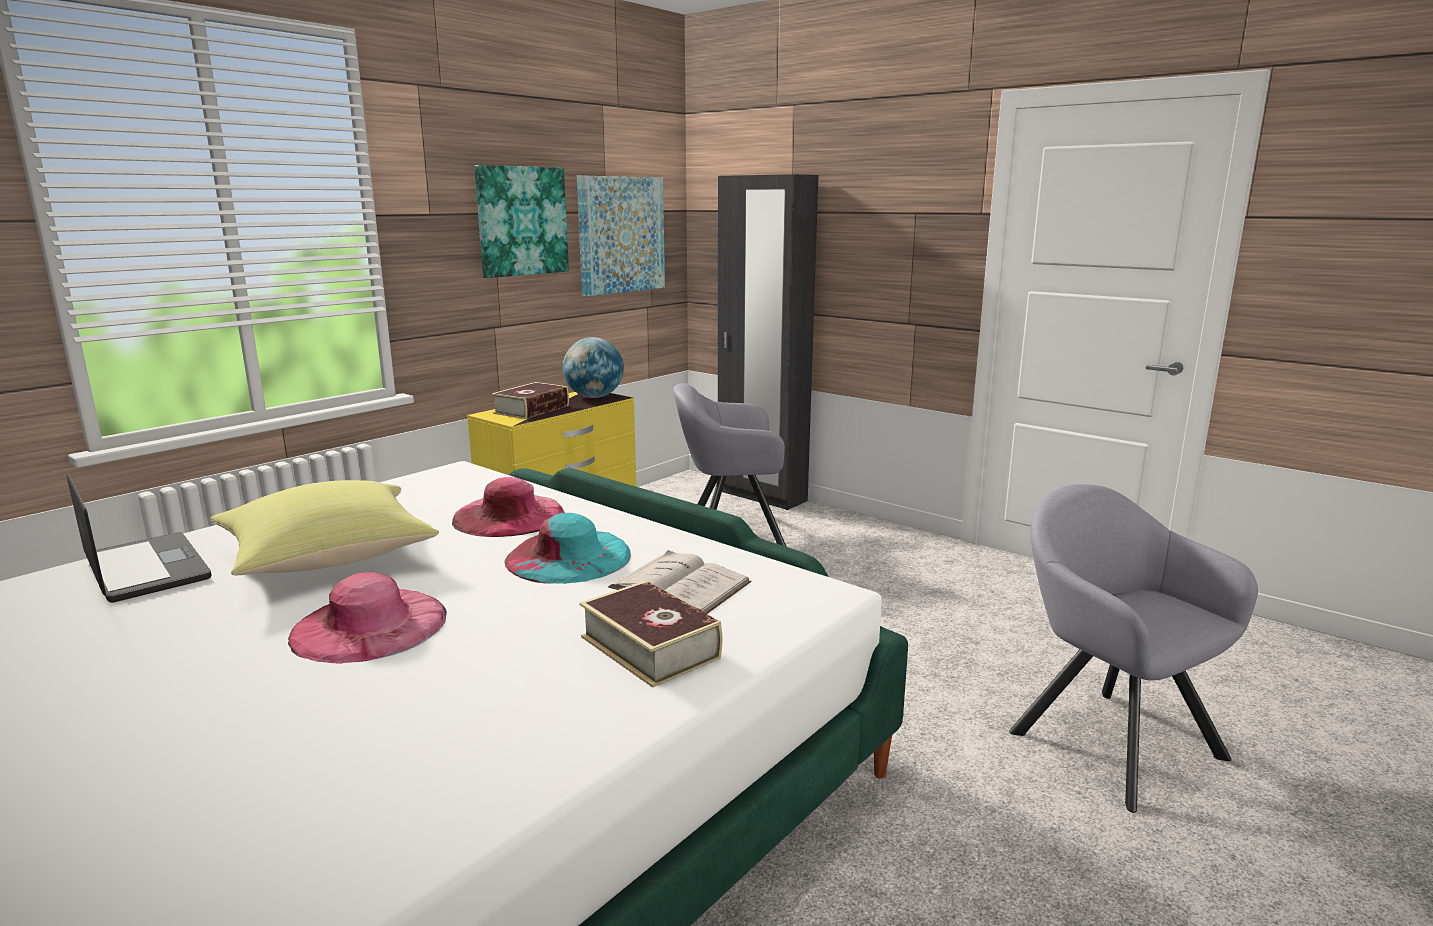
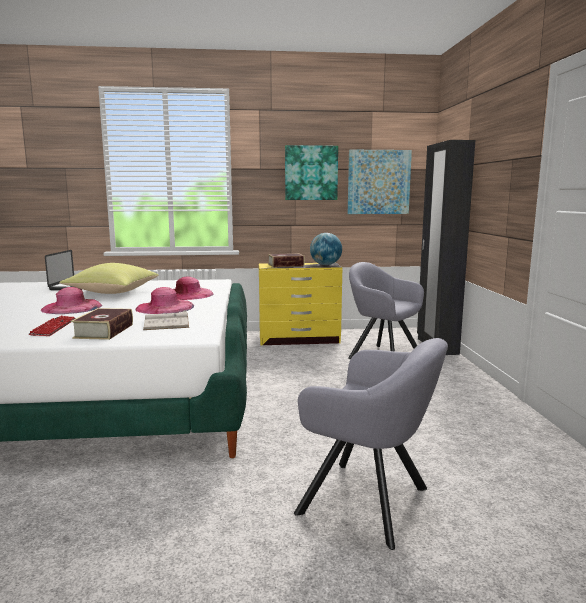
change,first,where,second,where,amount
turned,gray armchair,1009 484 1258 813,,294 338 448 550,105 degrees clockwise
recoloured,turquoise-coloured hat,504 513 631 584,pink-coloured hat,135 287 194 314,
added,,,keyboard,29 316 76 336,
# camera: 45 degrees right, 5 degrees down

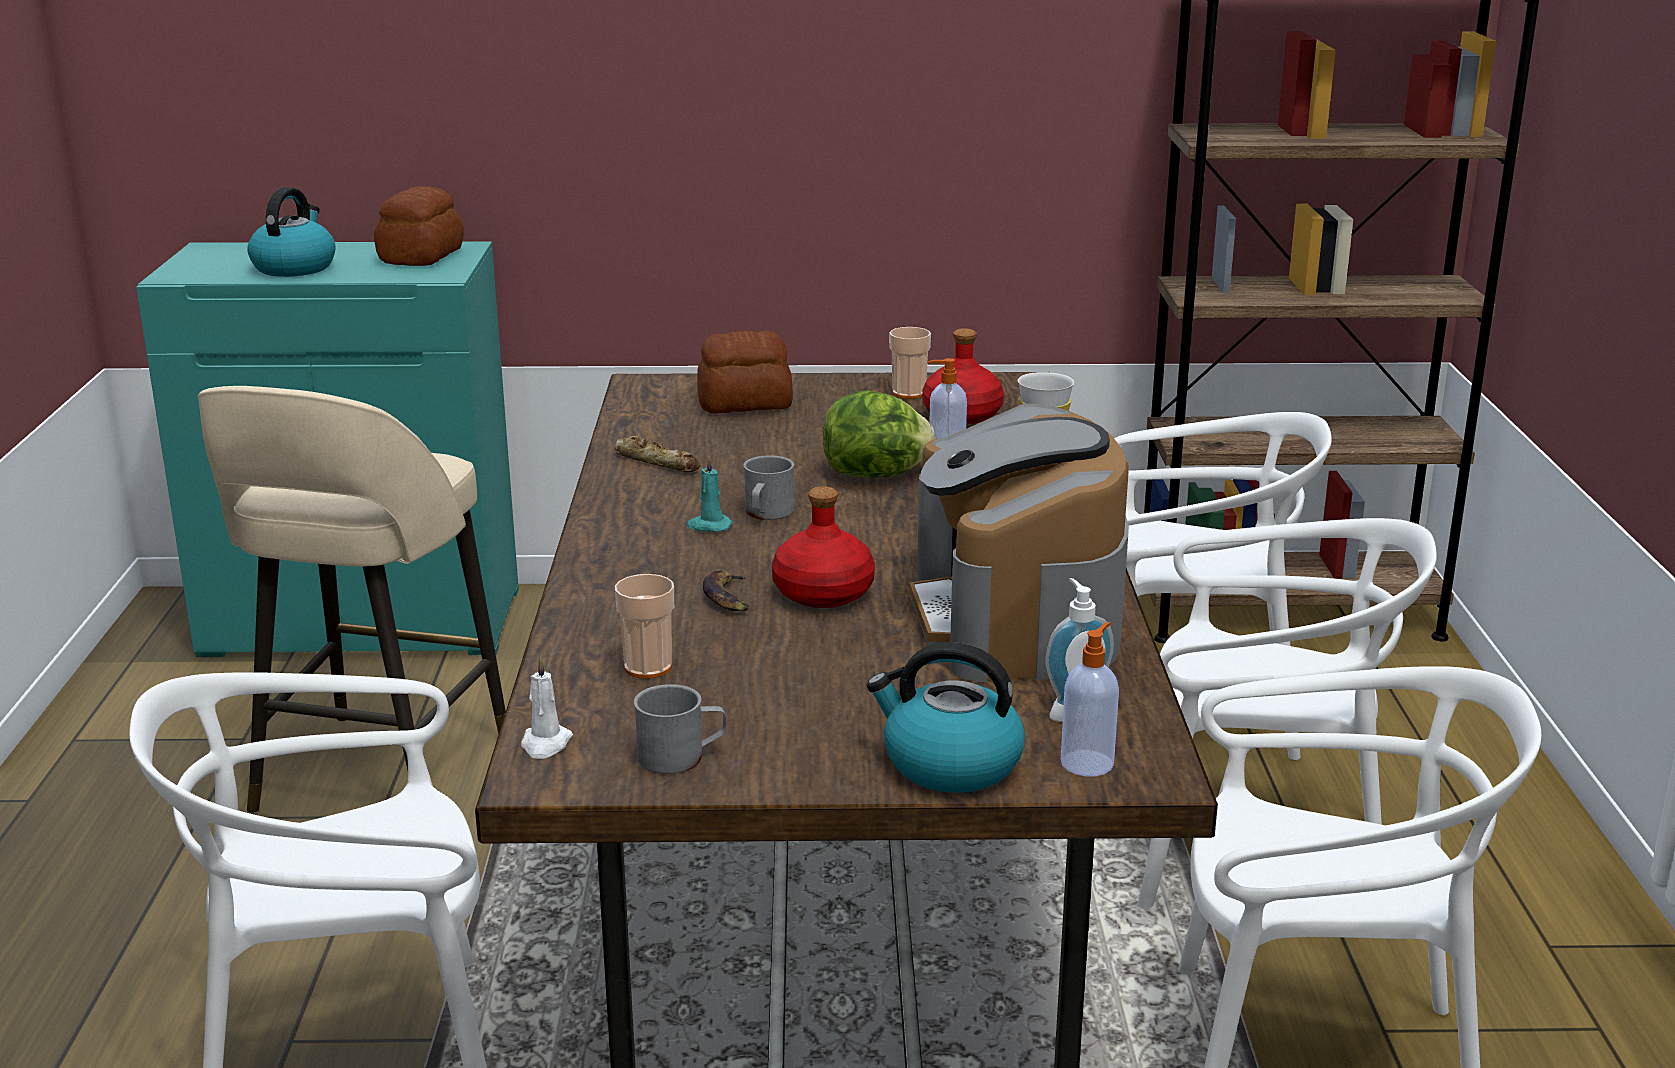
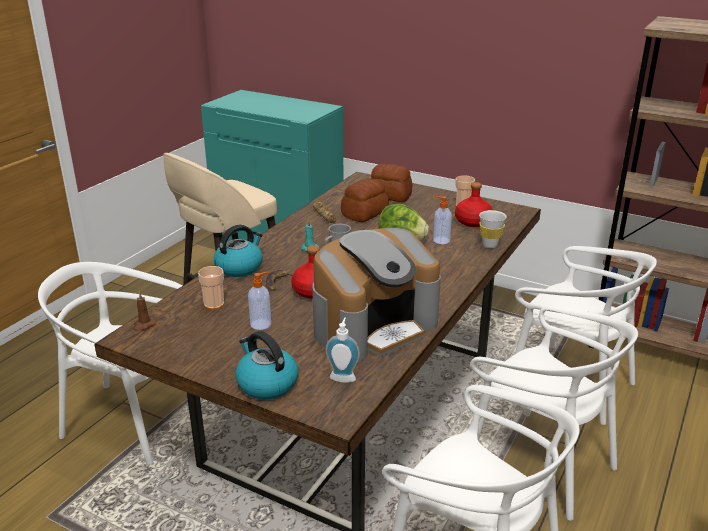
change,first,where,second,where,amount
moved,baked bread,374 186 464 266,,341 179 389 222,
moved,kettle,247 187 336 277,,214 225 263 277,
turned,coffee brewer,909 404 1129 682,,312 228 441 362,150 degrees counterclockwise
moved,liquid soap bottle,1061 622 1119 776,,248 272 271 330,
recoloured,white wax candle,521 657 573 759,brown wax candle,133 291 156 331,
removed,gray mug,634 684 726 774,,,
# camera: 30 degrees right, 5 degrees up

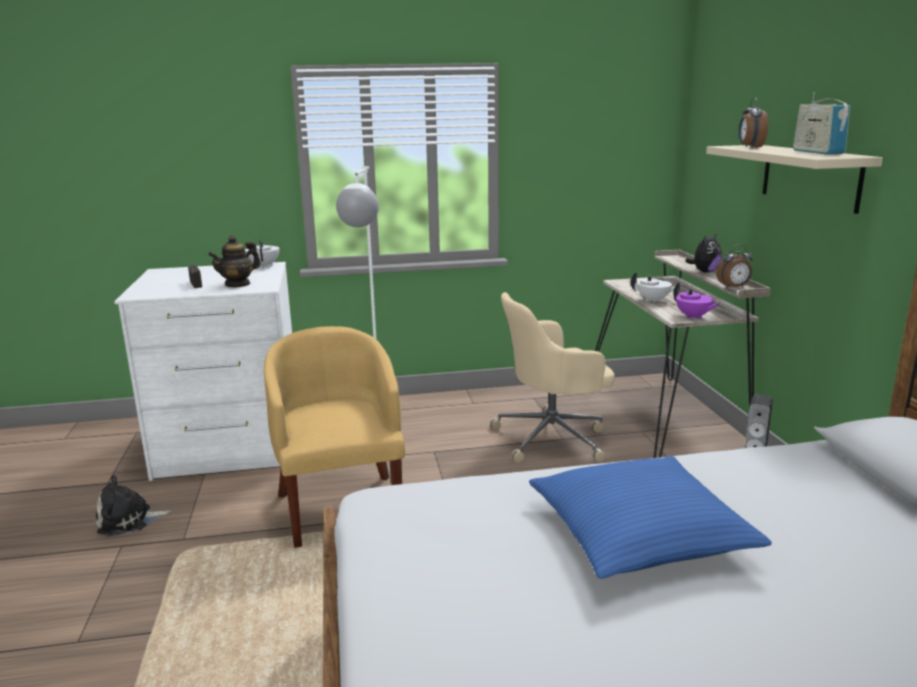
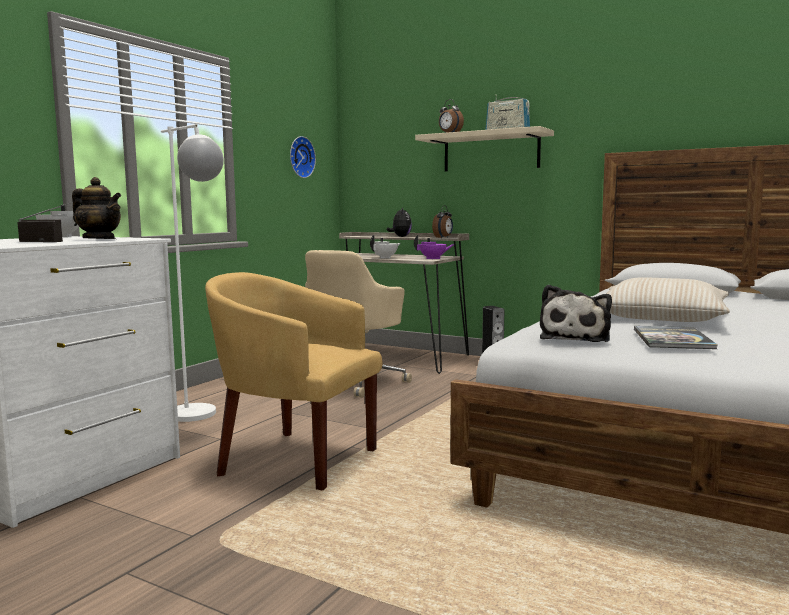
change,first,where,second,where,amount
turned,pot for tea,208 235 261 288,,72 177 121 239,60 degrees counterclockwise
recoloured,blue-coloured pillow,529 456 772 579,sand-coloured pillow,606 277 730 322,
moved,cuddly toy,96 475 171 536,,540 285 612 342,
added,,,clock on the wall,290 136 316 178,
added,,,bound book,634 326 718 349,
# camera: 50 degrees left, 10 degrees down

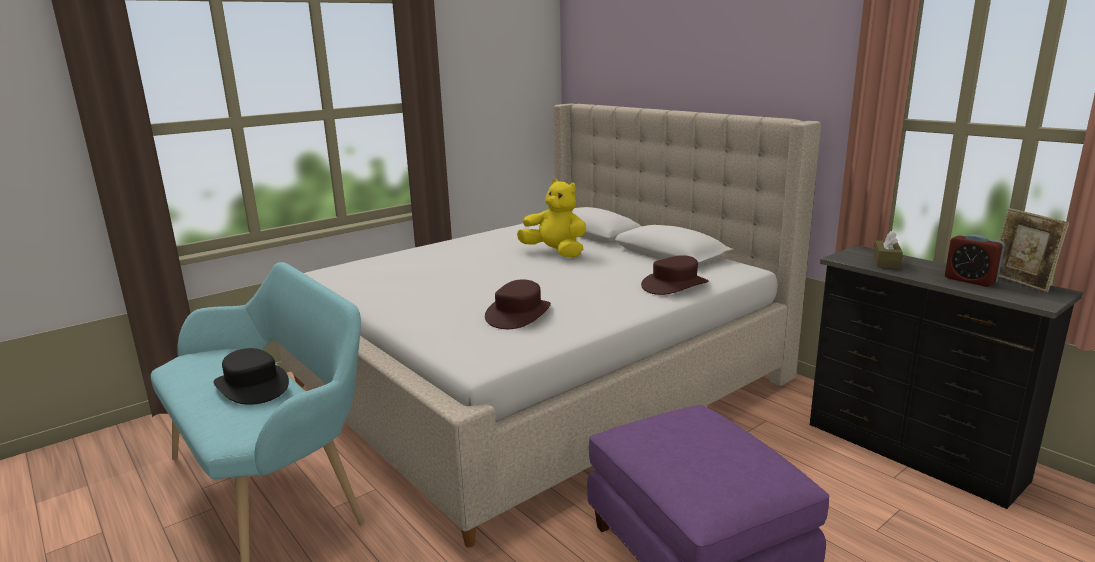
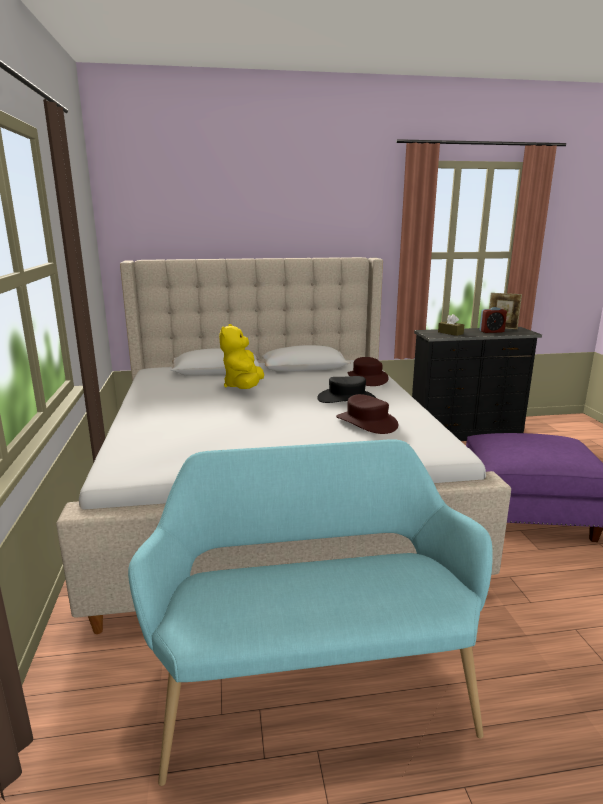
change,first,where,second,where,amount
turned,yellow-coloured cuddly toy,517 179 586 257,,219 324 264 389,60 degrees counterclockwise
moved,black hat,213 348 289 405,,317 376 376 403,
# camera: 60 degrees left, 0 degrees up

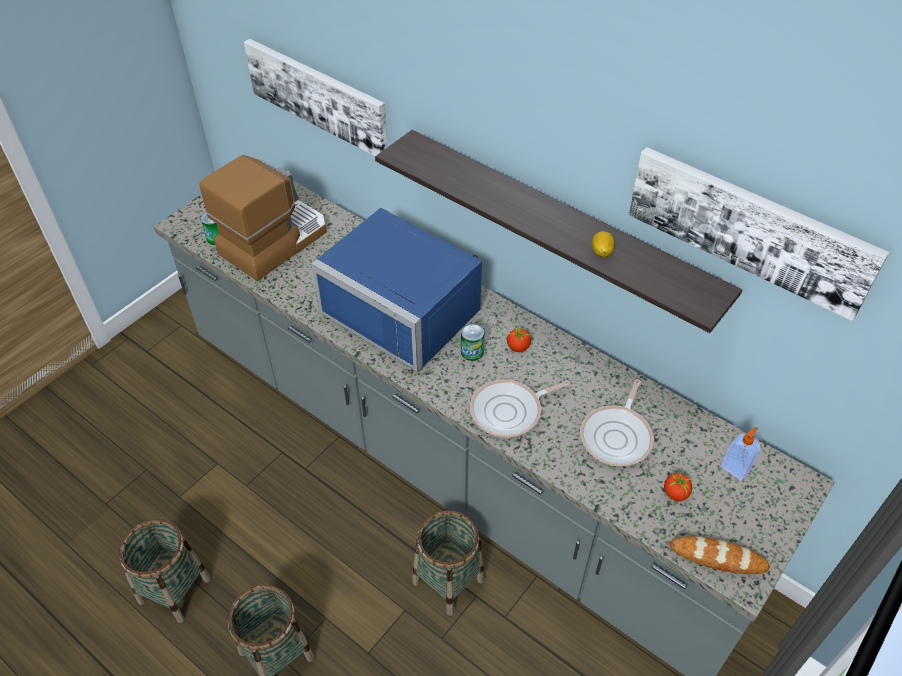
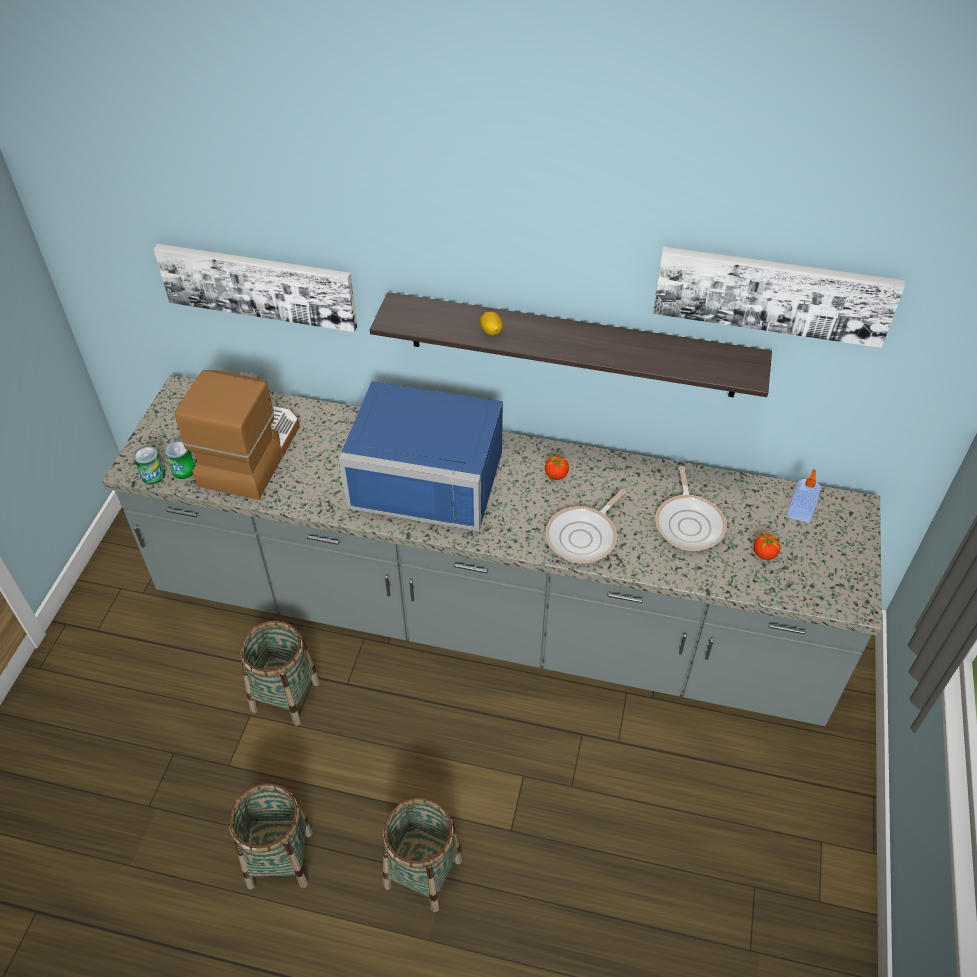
change,first,where,second,where,amount
moved,citrus fruit,592 231 615 257,,480 311 503 336,
moved,can,461 323 485 361,,134 446 165 484,
moved,basket,412 510 485 616,,240 621 320 726,
removed,baked bread,669 536 770 574,,,
# camera: 25 degrees left, 0 degrees up

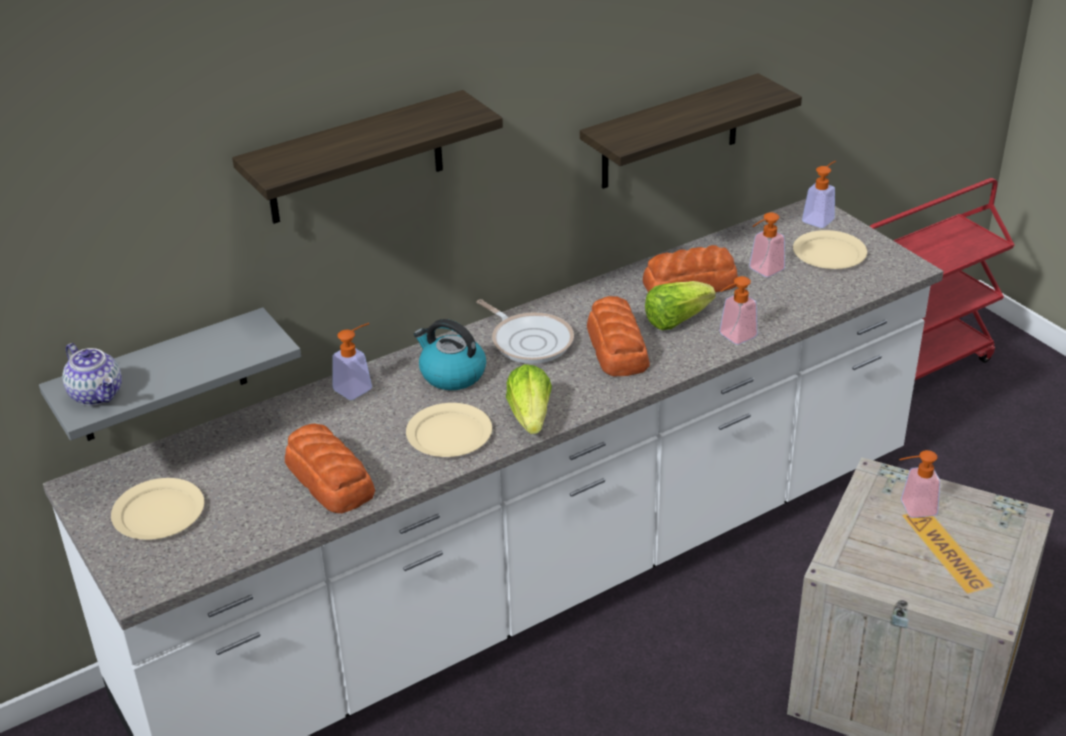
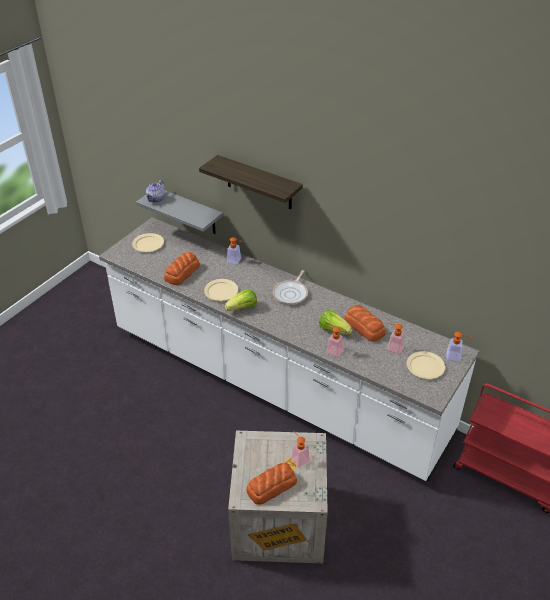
change,first,where,second,where,amount
removed,wall shelf,580 73 802 189,,,
moved,baked bread,587 296 650 376,,246 462 297 505,
removed,kettle,414 319 486 390,,,
# camera: 65 degrees right, 5 degrees up

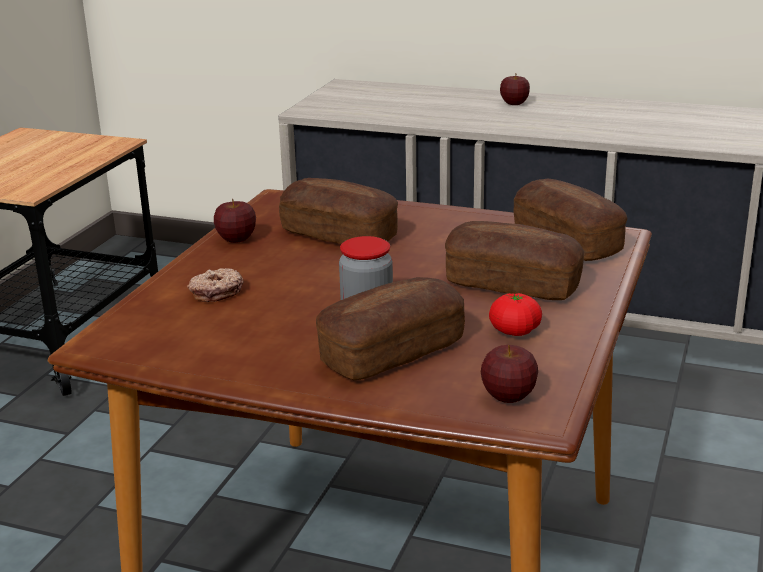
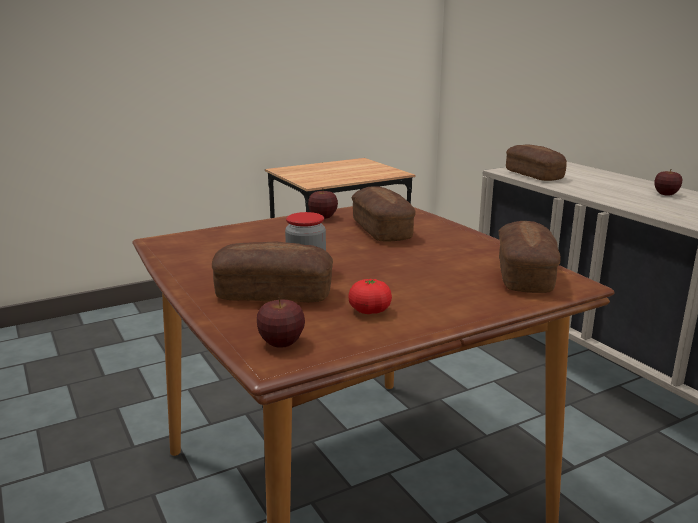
change,first,where,second,where,amount
moved,baked bread,445 221 585 300,,506 145 567 181,
removed,donut,187 268 244 302,,,
# camera: 40 degrees right, 5 degrees down

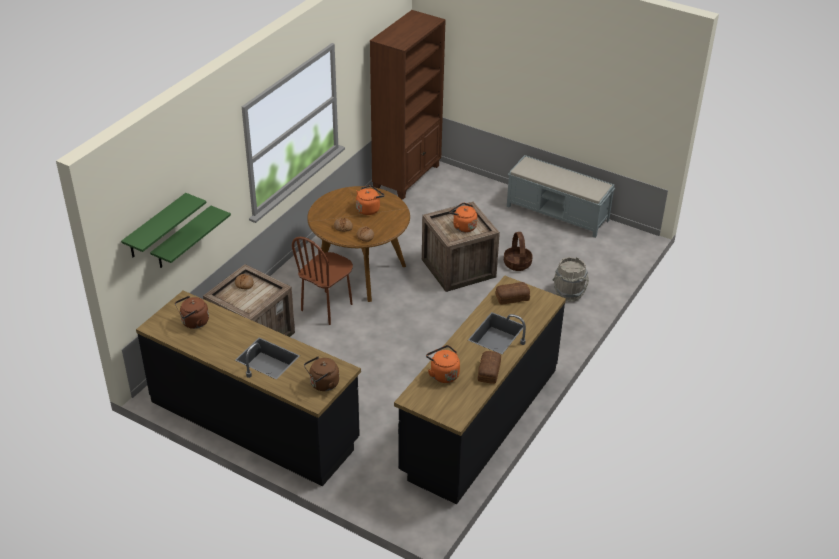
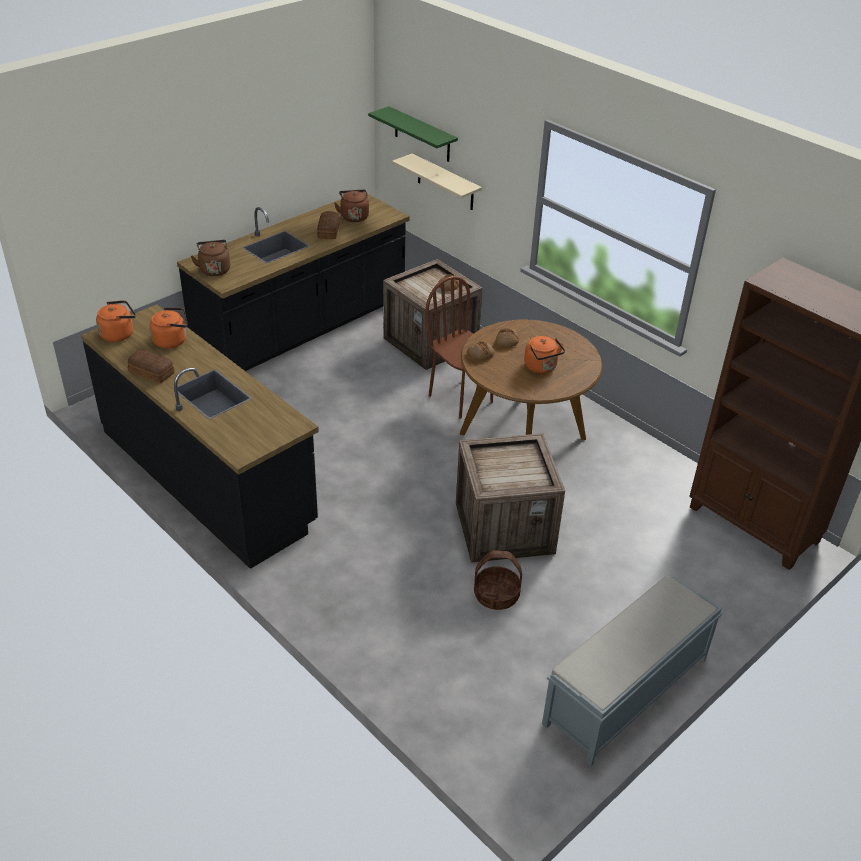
change,first,where,second,where,amount
moved,orange kettle,449 203 477 232,,96 300 136 342,
recoloured,greenish wall shelf,150 206 231 268,sand-coloured wall shelf,392 153 482 210,
removed,gray bucket,552 257 589 302,,,
moved,baked bread,495 282 530 305,,317 211 340 239,
# camera: 105 degrees right, 0 degrees up

